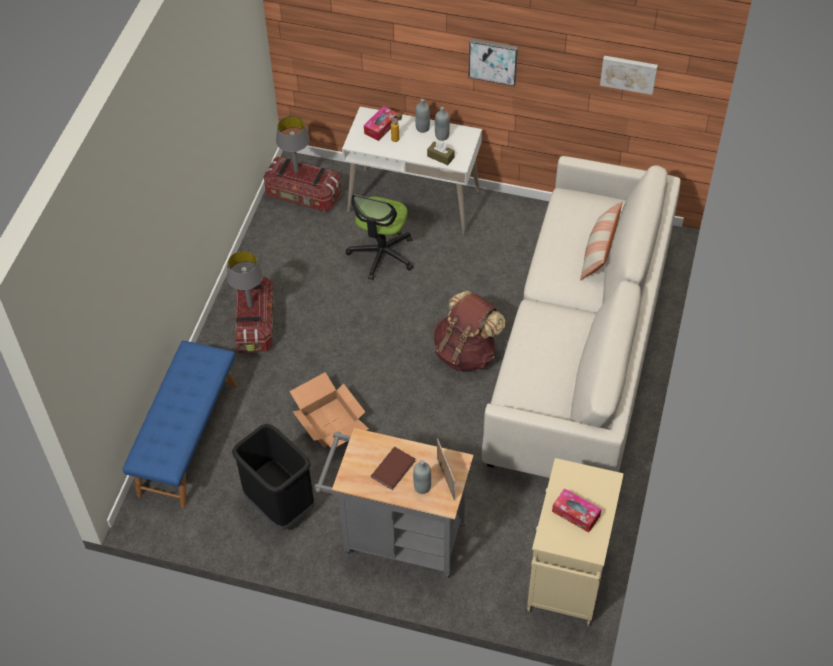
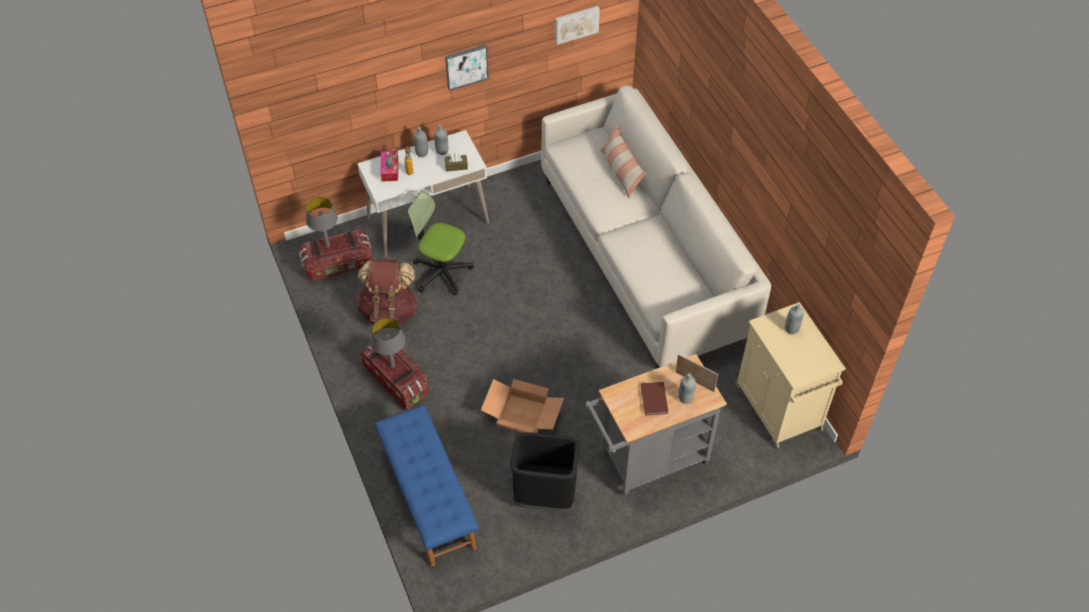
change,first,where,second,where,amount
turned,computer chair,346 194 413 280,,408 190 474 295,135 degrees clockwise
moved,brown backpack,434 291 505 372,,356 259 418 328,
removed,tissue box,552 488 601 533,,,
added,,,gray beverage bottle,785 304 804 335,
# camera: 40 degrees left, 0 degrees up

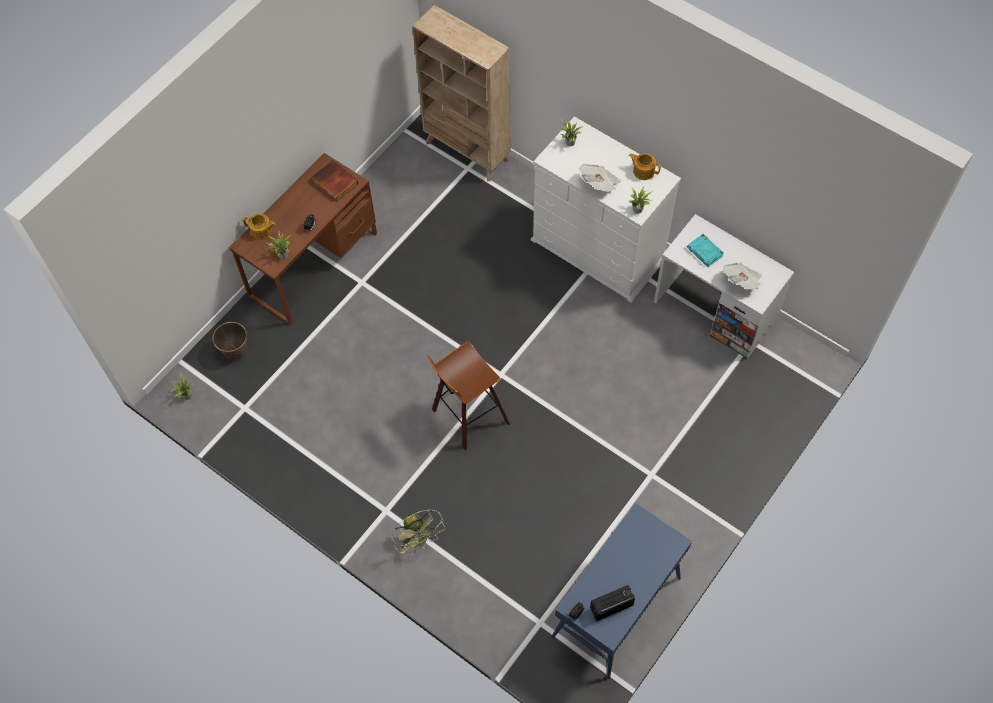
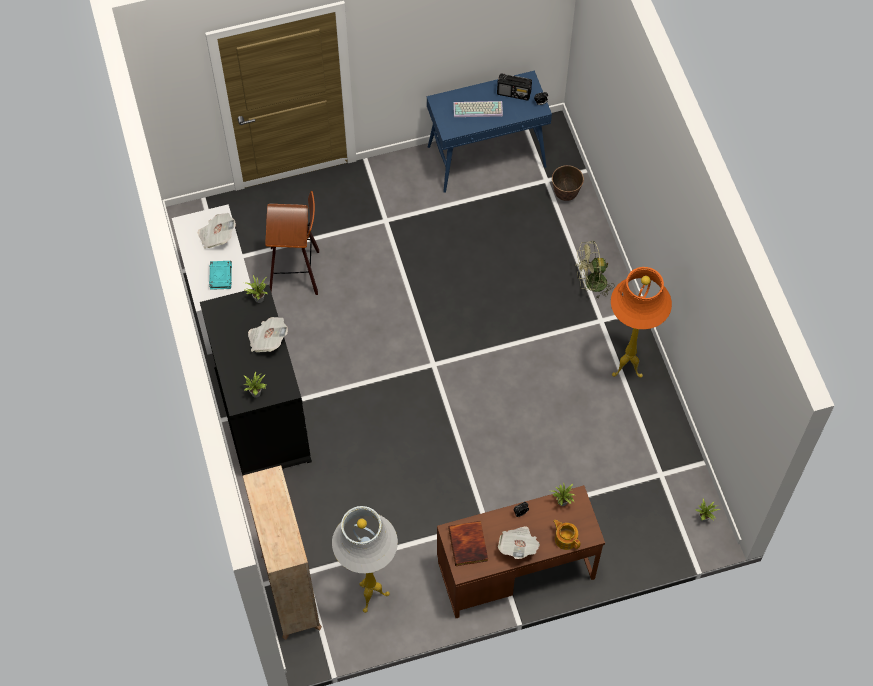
change,first,where,second,where,amount
recoloured,white drawer chest,531 116 681 303,black drawer chest,200 285 312 476,
removed,pot for tea,629 153 661 180,,,
moved,plant pot,213 322 247 359,,552 165 584 201,
moved,stool,427 341 510 450,,265 191 319 295,
turned,greenish fan,391 509 445 555,,577 241 615 299,105 degrees counterclockwise
added,,,keyboard,453 101 503 117,
added,,,orange standing lamp,611 267 672 378,
added,,,white standing lamp,332 506 398 613,
added,,,printed paper,498 526 540 559,
# camera: 145 degrees left, 0 degrees up

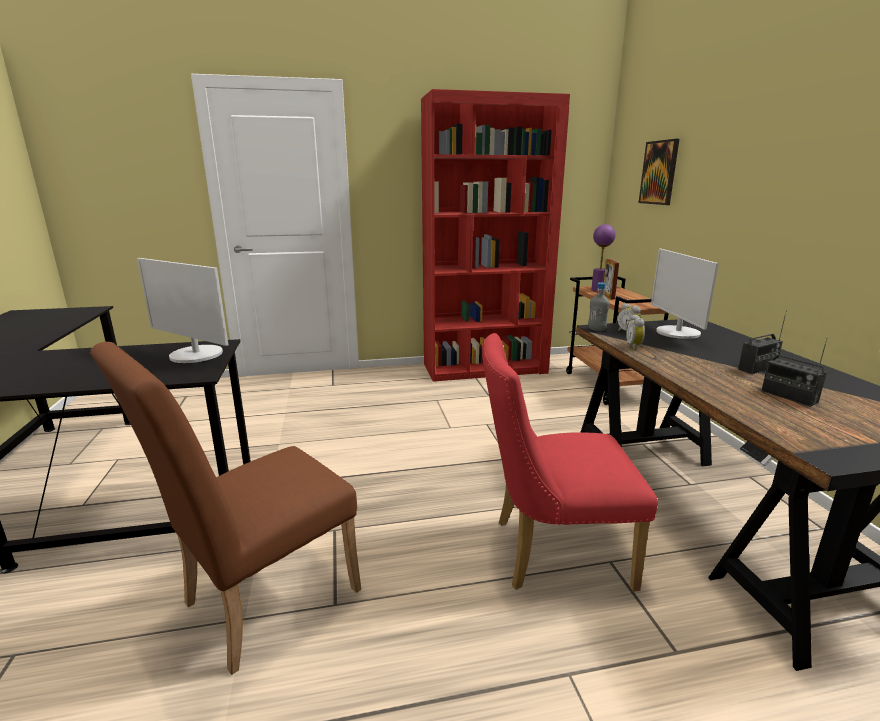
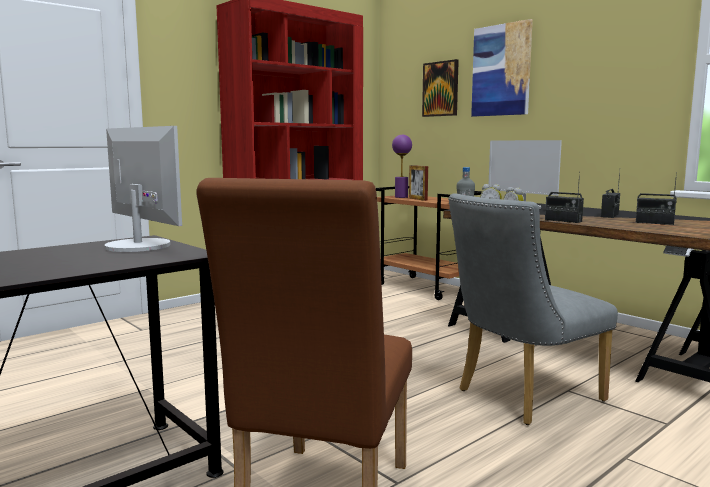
change,first,where,second,where,amount
turned,computer display,137 258 228 363,,105 126 182 252,135 degrees counterclockwise
recoloured,reddish upright chair,482 333 658 592,gray upright chair,448 193 618 425,
added,,,picture,471 19 533 117,
added,,,radio,545 171 584 223,
# camera: 30 degrees left, 10 degrees down

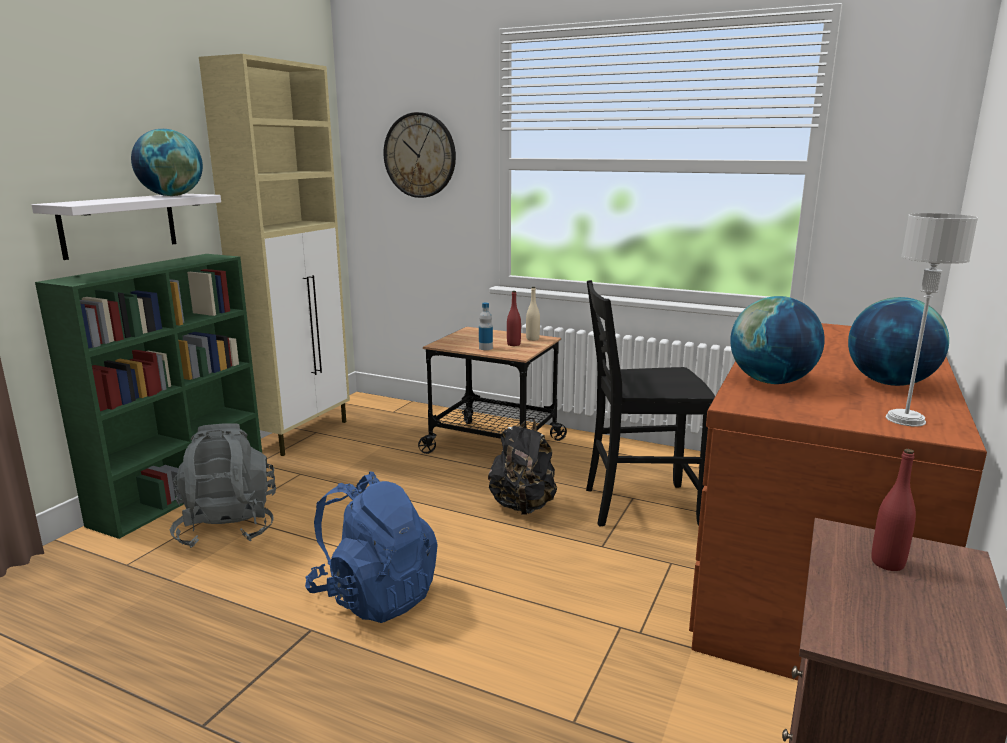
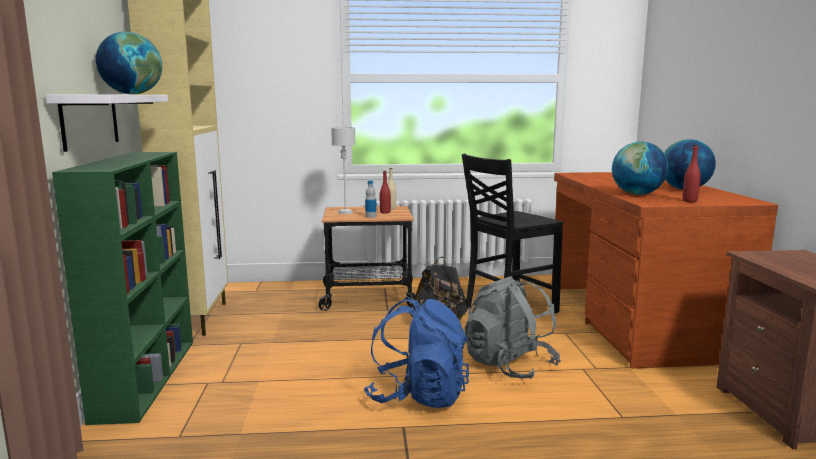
change,first,where,second,where,amount
removed,clock on the wall,383 112 456 198,,,
moved,gray lamp for a table,886 213 978 426,,331 127 356 214,
moved,gray backpack,170 423 276 548,,465 276 561 379,
moved,reddish beverage bottle,871 449 916 571,,682 145 701 202,
# camera: 30 degrees left, 5 degrees down

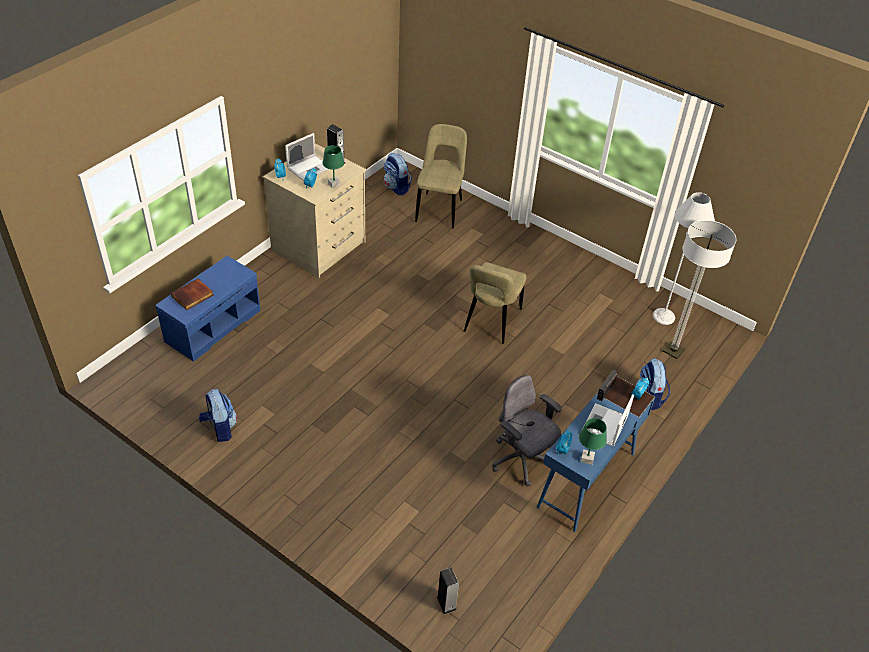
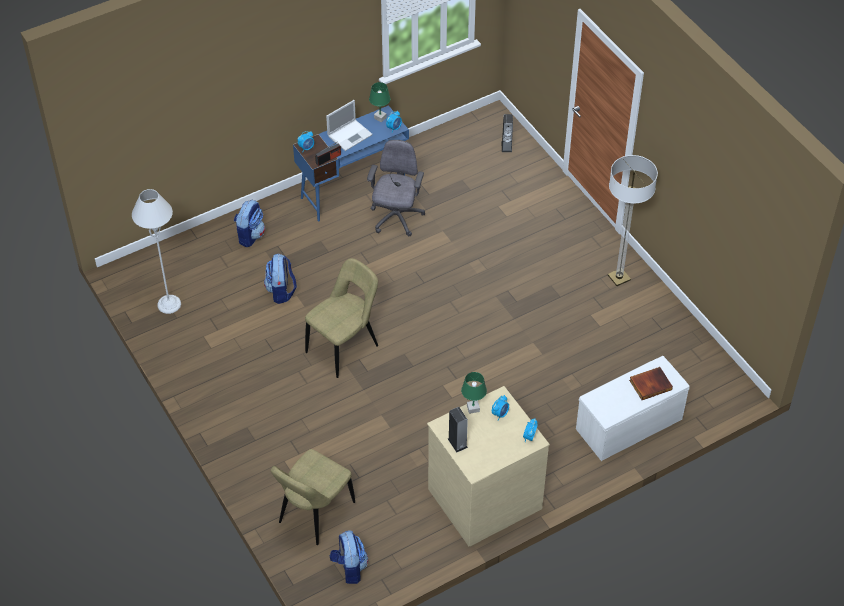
change,first,where,second,where,amount
removed,notebook computer,285 133 329 181,,,
moved,standing lamp,662 220 737 359,,608 155 658 286,
recoloured,blue-coloured long seat,155 256 261 362,white long seat,576 356 690 461,
turned,gray computer chair,492 375 562 487,,367 140 425 236,150 degrees counterclockwise
moved,backpack,199 389 237 442,,264 254 297 304,
# camera: 155 degrees left, 5 degrees up

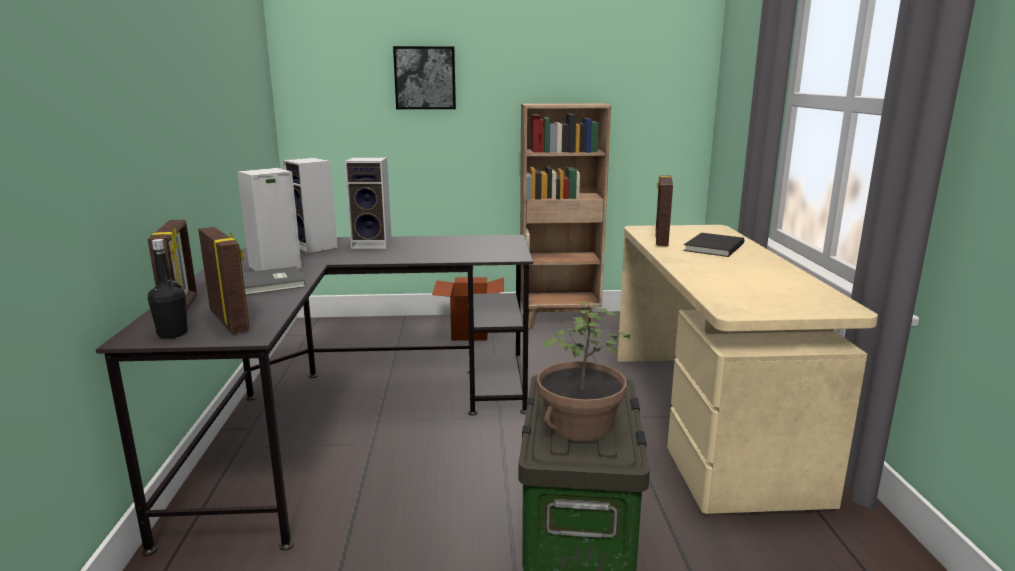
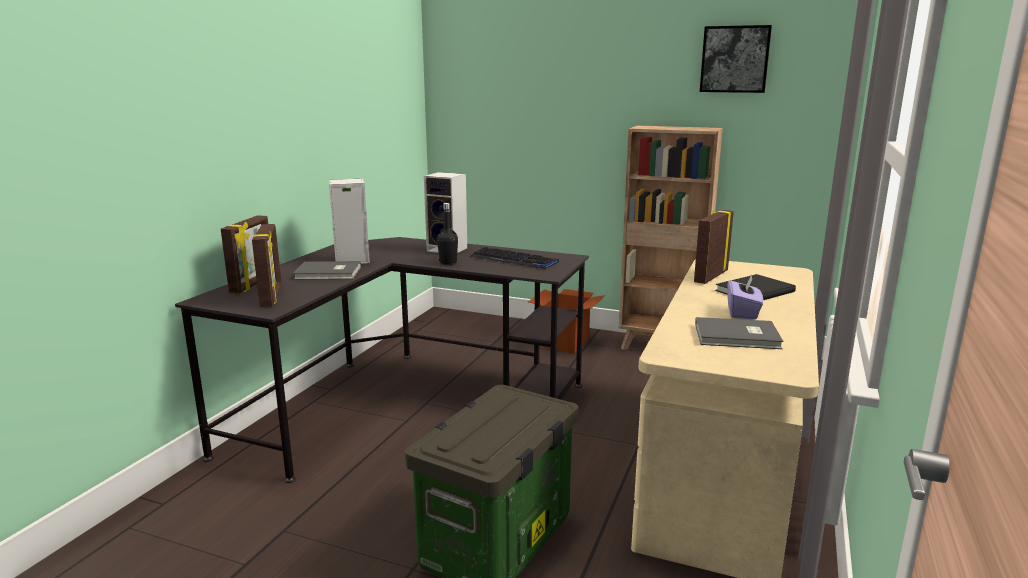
change,first,where,second,where,amount
moved,picture,393 46 456 109,,700 25 772 93,
removed,audio speaker,282 158 338 253,,,
moved,black beverage bottle,148 239 188 338,,437 203 458 265,
removed,houseplant,537 302 630 442,,,
added,,,keyboard,470 247 559 269,
added,,,purple-coloured tissue box,727 275 763 320,
added,,,gray bound book,695 317 783 349,
# camera: 25 degrees right, 0 degrees up

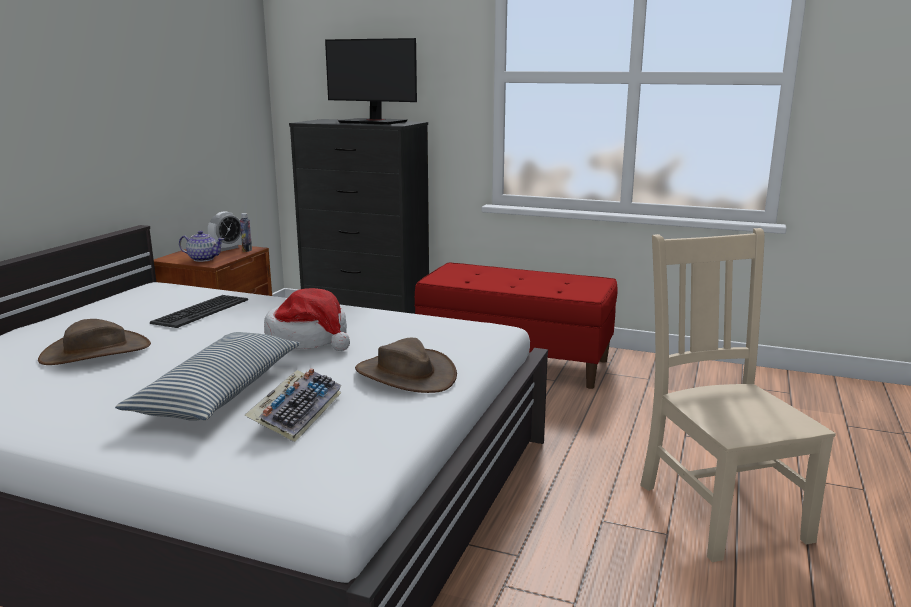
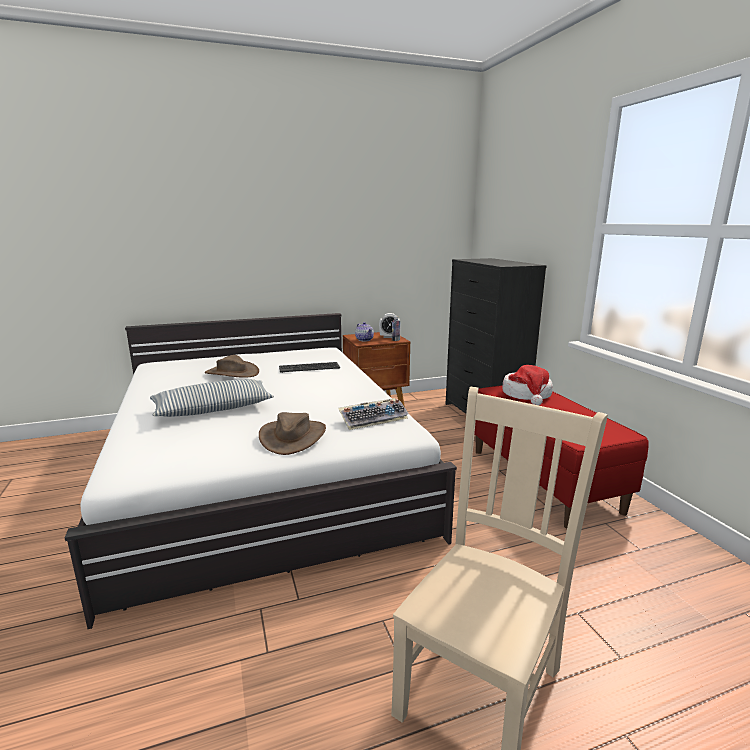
change,first,where,second,where,amount
removed,computer display,325 38 417 125,,,
moved,hat,264 288 350 351,,503 365 553 406,
moved,keyboard,244 368 342 442,,338 398 409 430,
# camera: 50 degrees right, 0 degrees up

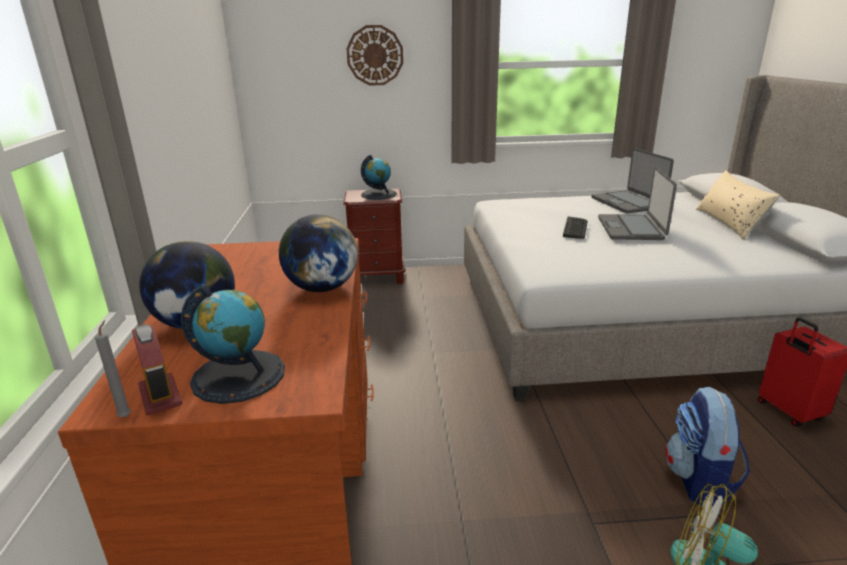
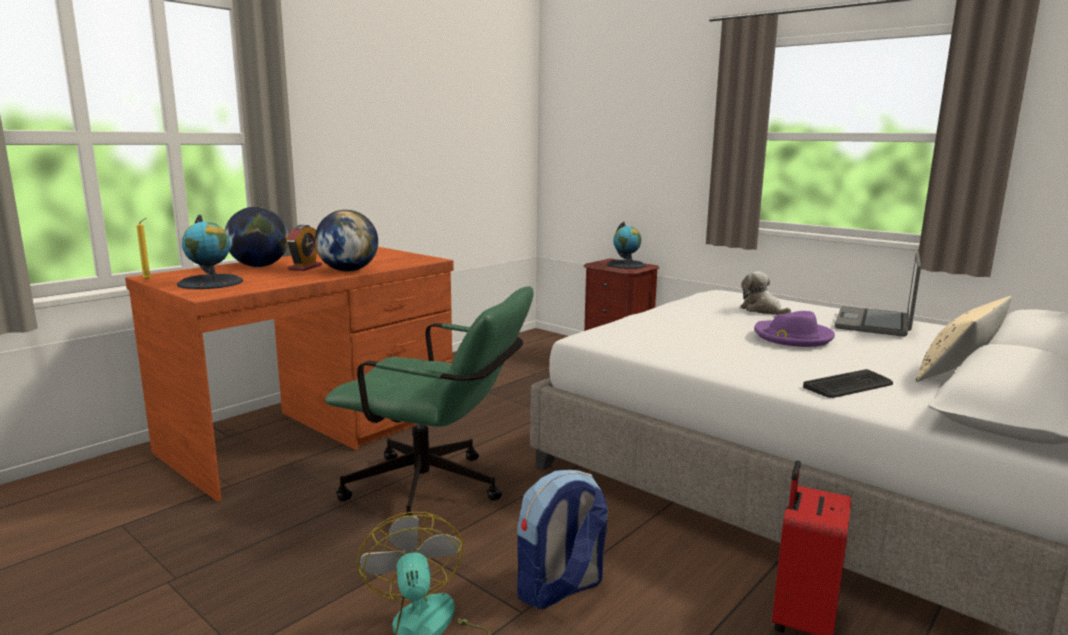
change,first,where,second,where,amount
removed,clock on the wall,346 25 403 86,,,
replaced,notebook computer,598 167 677 240,purple-coloured hat,754 311 835 347,
moved,keyboard,563 217 587 239,,803 369 893 398,
recoloured,gray wax candle,95 320 131 417,yellow-coloured wax candle,136 218 151 280,
moved,table clock,132 324 182 415,,286 225 322 271,
added,,,cuddly toy,740 271 791 315,
added,,,greenish computer chair,325 286 534 516,
# camera: 45 degrees right, 10 degrees down

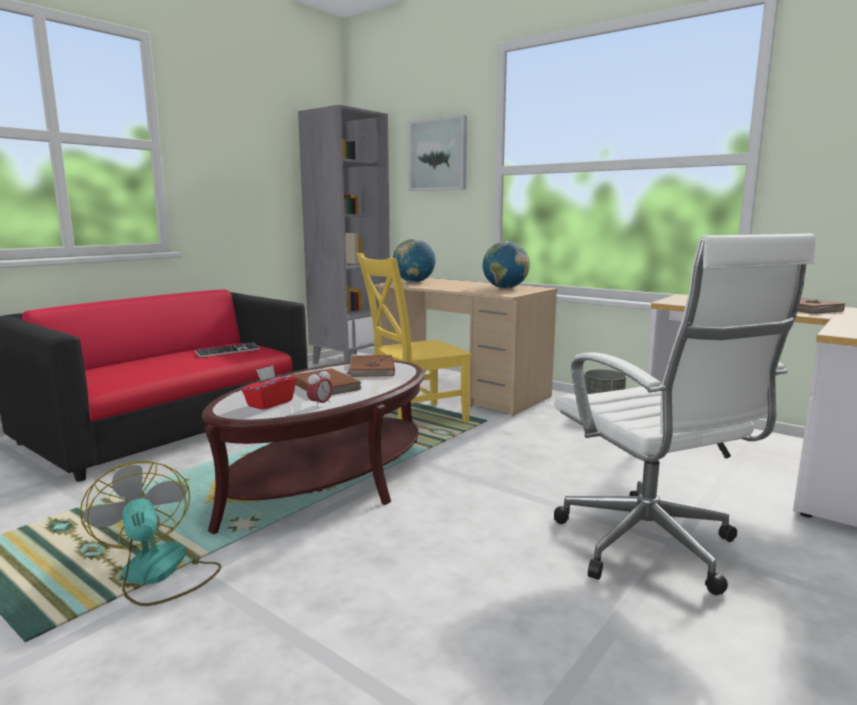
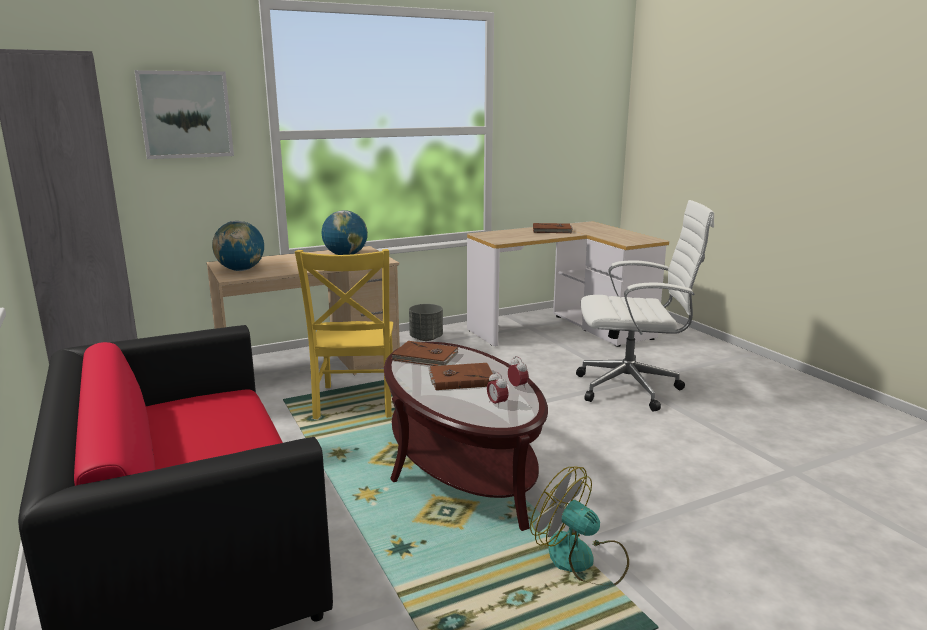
change,first,where,second,where,amount
removed,keyboard,194 343 260 357,,,
replaced,reddish tissue box,241 365 296 410,table clock,487 371 509 407,
turned,fan,80 461 221 606,,530 467 629 585,45 degrees clockwise
# camera: 65 degrees left, 5 degrees up

